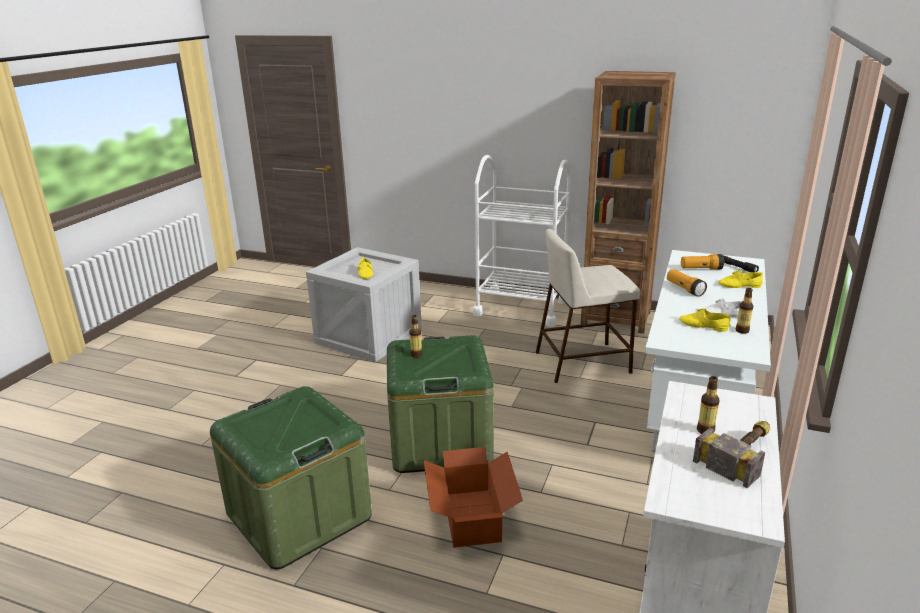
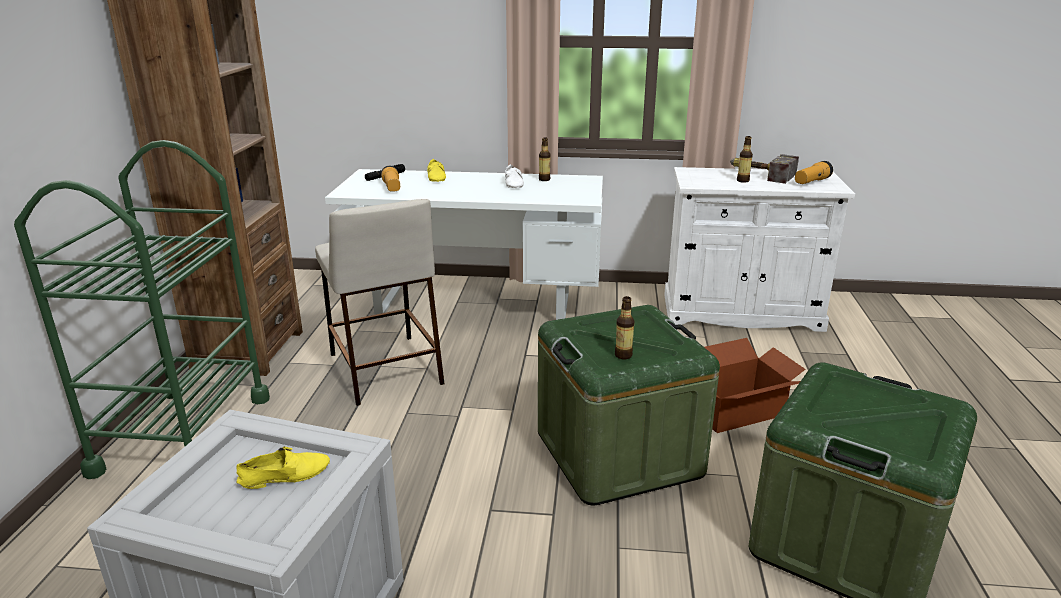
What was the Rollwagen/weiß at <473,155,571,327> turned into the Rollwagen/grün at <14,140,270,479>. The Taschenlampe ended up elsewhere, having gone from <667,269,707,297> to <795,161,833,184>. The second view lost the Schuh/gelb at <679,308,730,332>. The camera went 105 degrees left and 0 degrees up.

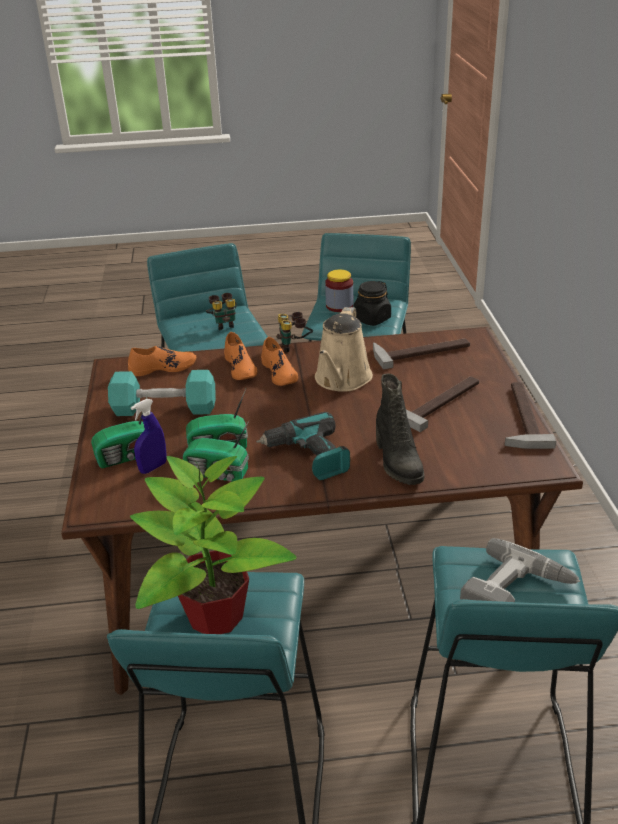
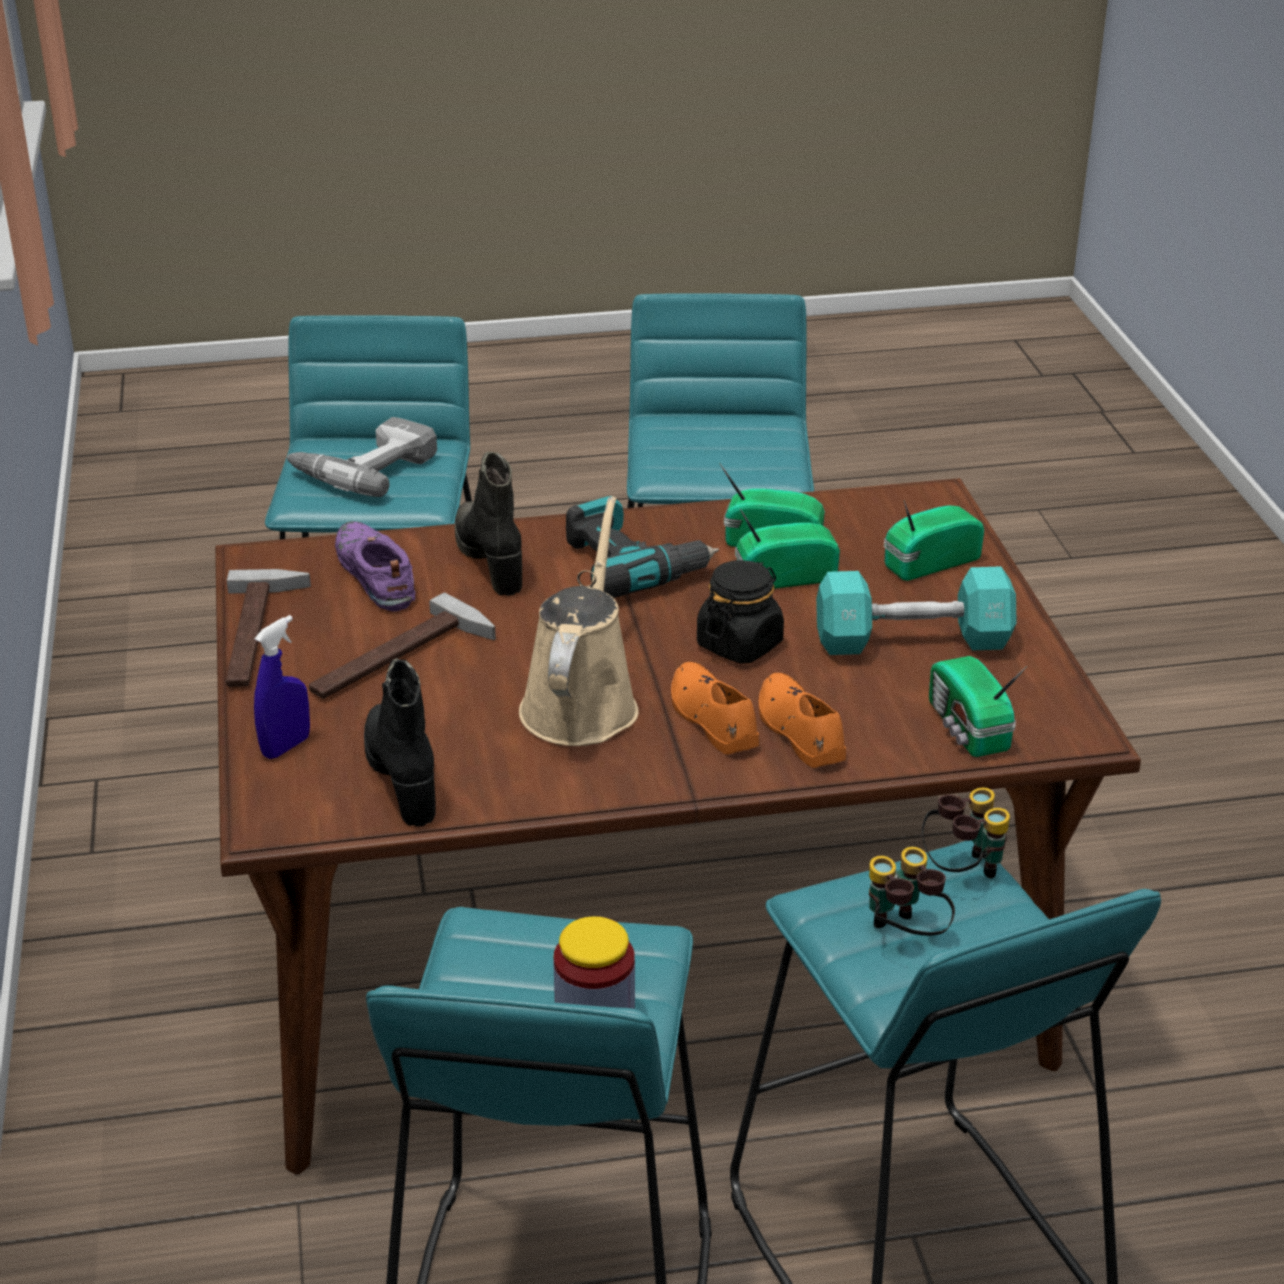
The Vorratsglas/schwarz ended up elsewhere, having gone from <353,281,391,326> to <697,560,784,664>. The Fernglas ended up elsewhere, having gone from <276,312,313,352> to <922,787,1010,879>. Where the Hammer stood at <373,338,470,370>, the Stiefel/schwarz came to stand at <364,658,436,827>. Where the Schuh/orange stood at <128,346,196,376>, the Radio came to stand at <929,656,1027,757>. The Sprühflasche/blau ended up elsewhere, having gone from <131,399,167,474> to <254,615,310,759>. The second view lost the Topfpflanze at <130,456,297,634>. The second view gained the Schuh/lila at <335,521,415,611>. The camera went 175 degrees right and 0 degrees up.

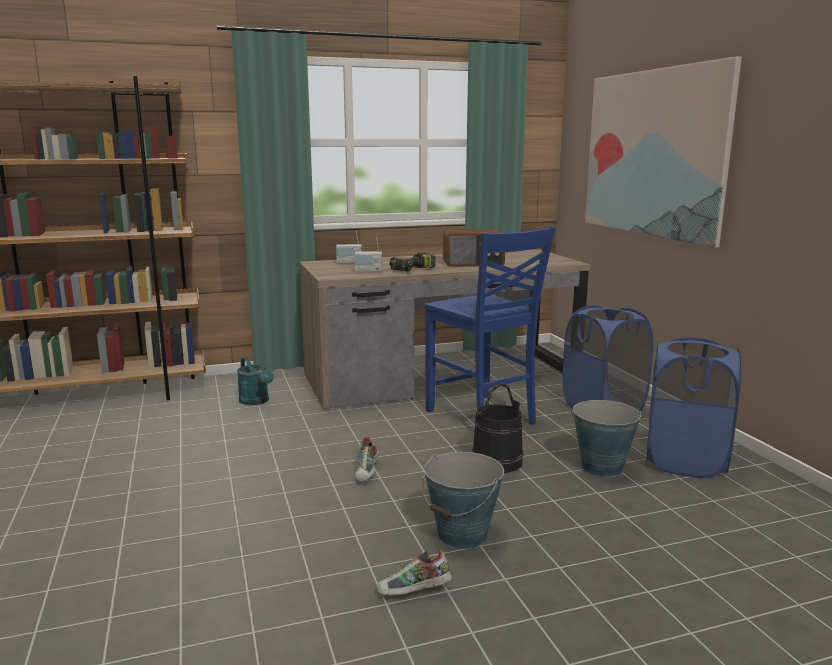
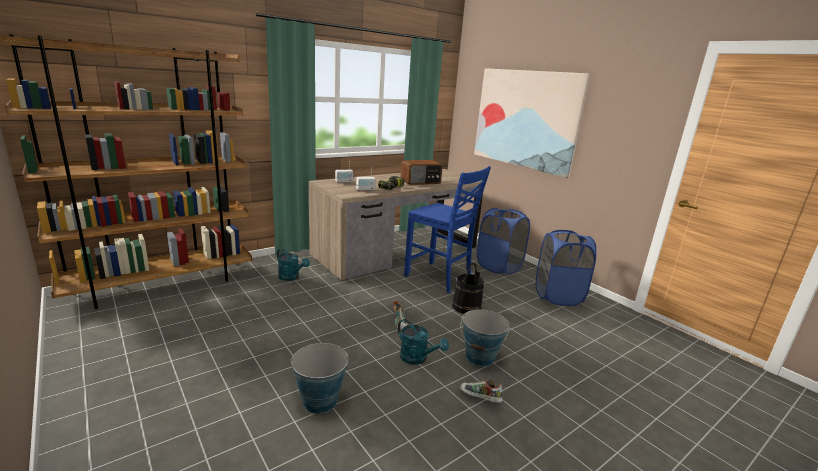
The Eimer ended up elsewhere, having gone from <571,400,641,478> to <291,343,349,414>. The Schuh at <377,550,452,596> ended up facing another way, 60 degrees clockwise from before. The second view gained the Gießkanne/türkis at <398,319,449,365>. The camera went 20 degrees left and 5 degrees up.

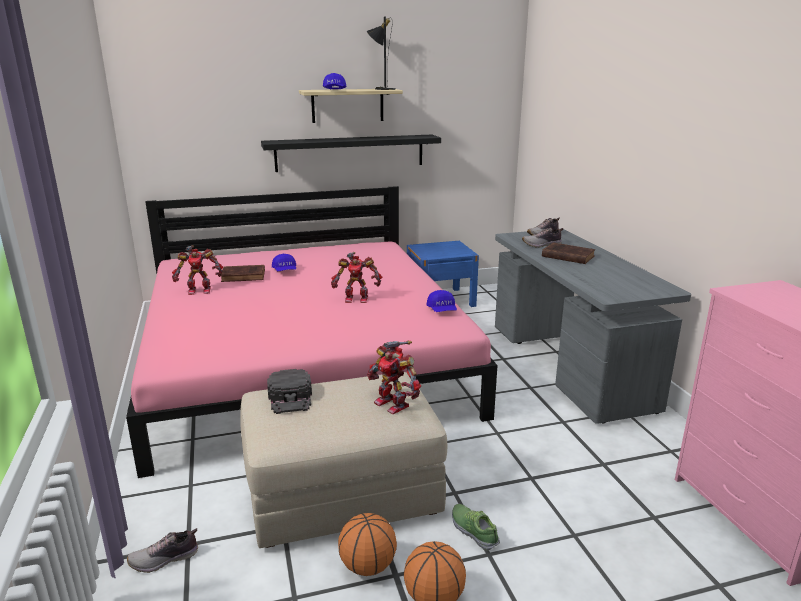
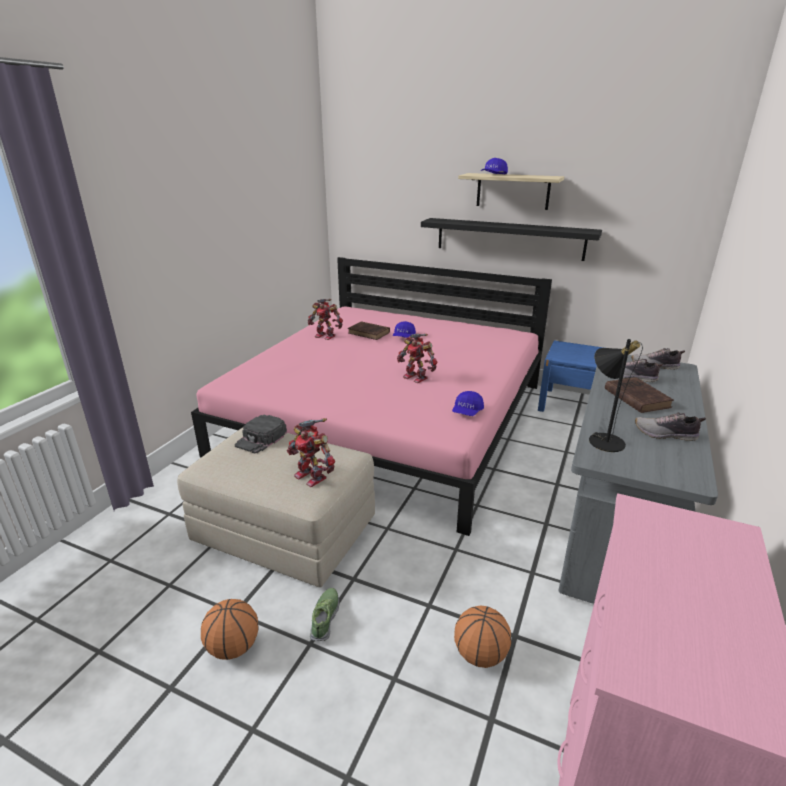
The Tischlampe/schwarz ended up elsewhere, having gone from <367,16,396,90> to <589,339,643,452>. The Spielzeugroboter at <367,341,421,414> ended up facing another way, 45 degrees counterclockwise from before. The Basketball ended up elsewhere, having gone from <338,513,397,576> to <454,605,511,668>. The Schuh ended up elsewhere, having gone from <127,528,198,573> to <635,412,706,441>. The camera went 40 degrees right and 5 degrees up.

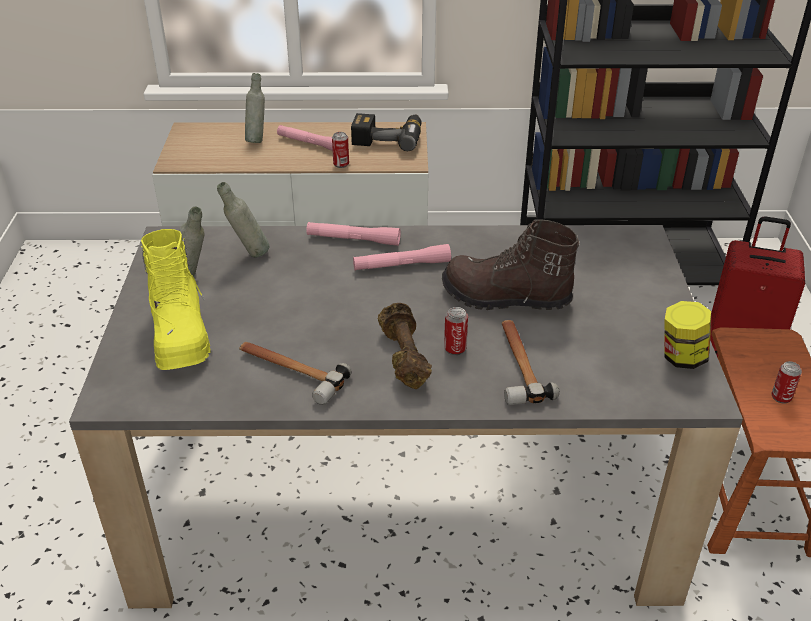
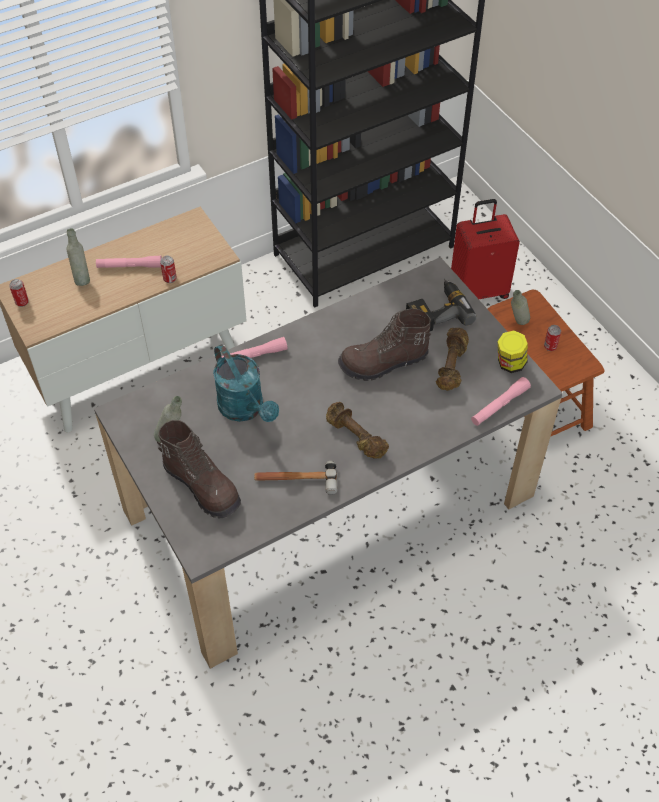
The Bohrmaschine ended up elsewhere, having gone from <351,113,421,151> to <406,279,477,331>. The Flasche/grau ended up elsewhere, having gone from <217,182,270,257> to <511,290,530,325>. What was the Stiefel/gelb at <141,229,211,370> turned into the Stiefel/braun at <157,420,241,519>. The Taschenlampe/rosa ended up elsewhere, having gone from <353,244,451,270> to <471,377,531,426>. The Dose ended up elsewhere, having gone from <444,307,468,355> to <9,279,29,307>. The second view lost the Hammer at <502,320,560,405>. The second view gained the Hantel/braun at <436,328,469,391>. The second view gained the Gießkanne/türkis at <213,344,279,422>. The camera went 30 degrees left and 15 degrees up.

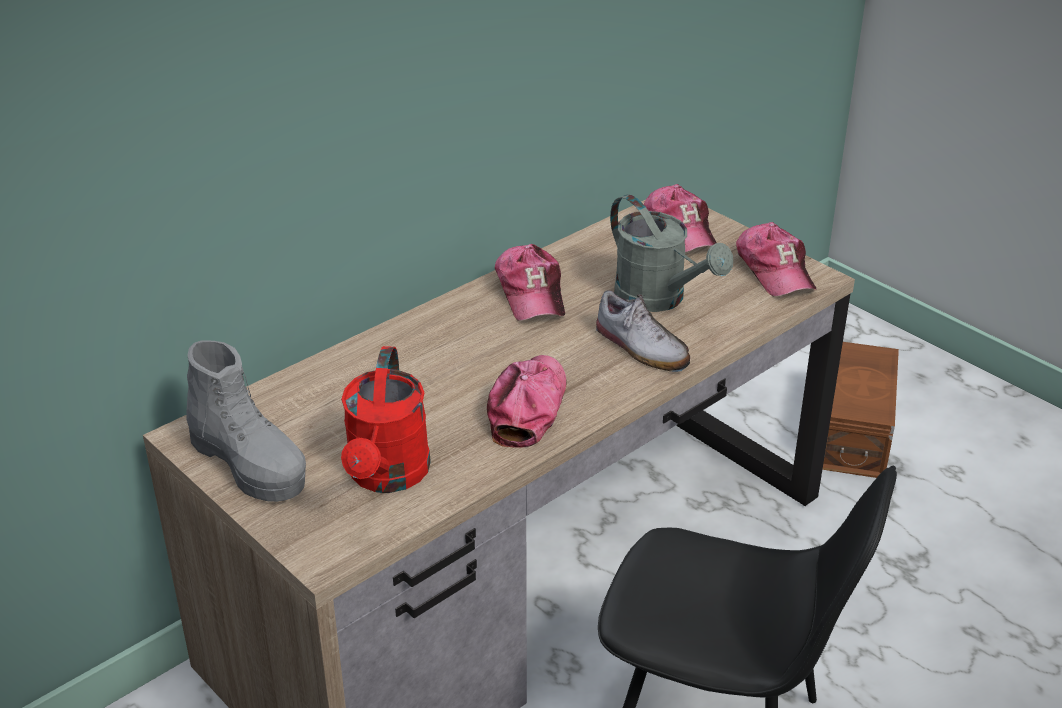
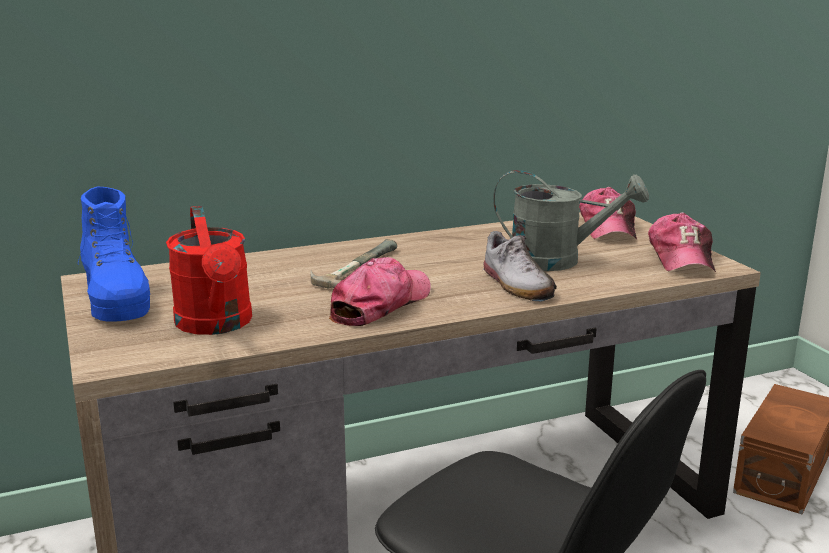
The Gießkanne/grau at <610,195,733,312> ended up facing another way, 60 degrees counterclockwise from before. The second view lost the Kappe at <495,244,565,321>. What was the Stiefel/grau at <186,341,306,502> turned into the Stiefel/blau at <78,187,150,322>. The Gießkanne/rot at <341,346,431,493> ended up facing another way, 45 degrees counterclockwise from before. The second view gained the Hammer at <310,239,397,288>. The camera went 20 degrees right and 15 degrees down.

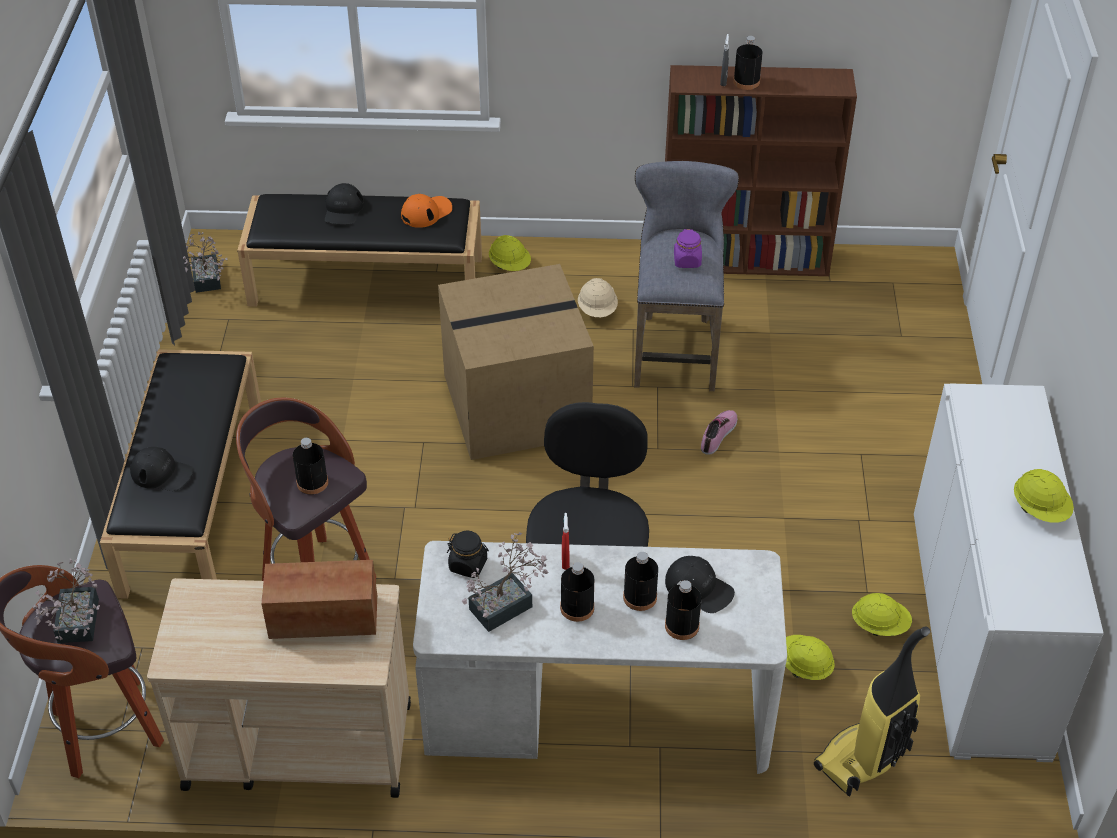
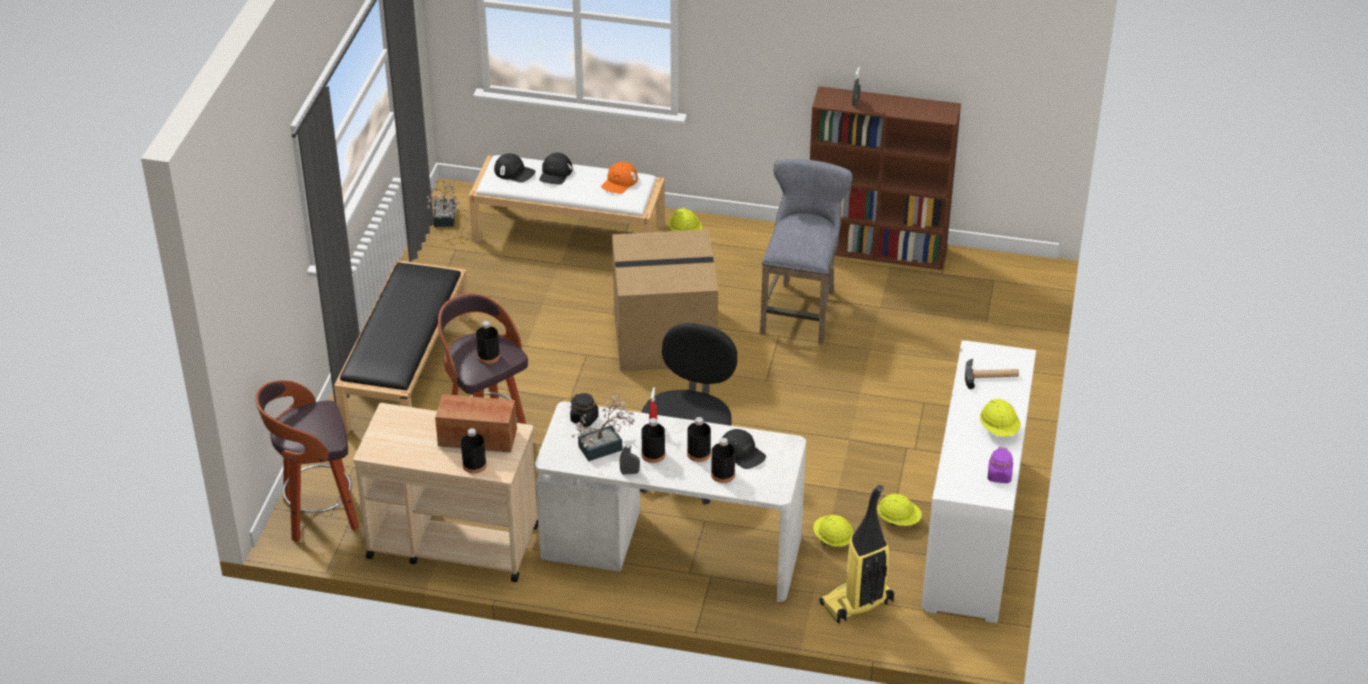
The Flasche/schwarz ended up elsewhere, having gone from <733,36,763,90> to <461,428,487,473>. What was the Bank/schwarz at <237,194,482,307> turned into the Bank/weiß at <469,155,665,242>. The Kappe/orange at <401,194,452,228> ended up facing another way, 150 degrees clockwise from before. The Vorratsglas/lila ended up elsewhere, having gone from <674,229,702,268> to <987,447,1013,483>. The second view lost the Schutzhelm/beige at <578,278,618,317>. The second view lost the Schuh at <701,410,737,455>. The Kappe/schwarz ended up elsewhere, having gone from <130,447,193,491> to <494,153,535,183>. The second view lost the Topfpflanze at <33,559,100,643>. The second view gained the Hammer at <965,359,1019,389>. The second view gained the Sprühflasche/grau at <619,439,640,474>. The camera went 10 degrees right and 5 degrees down.

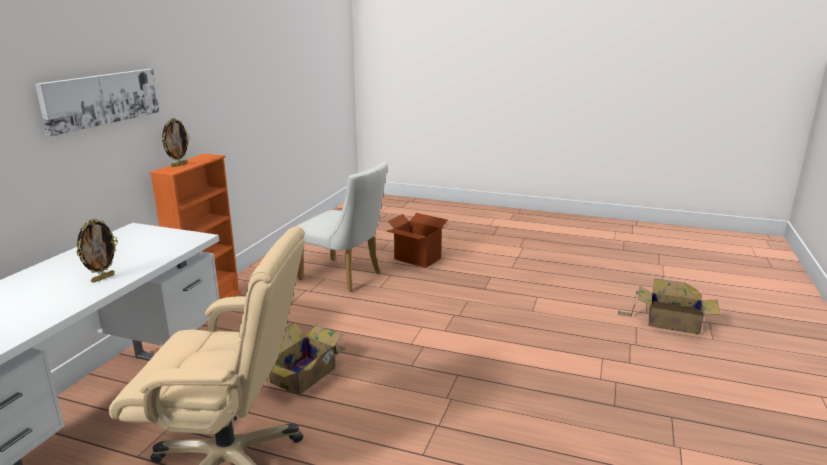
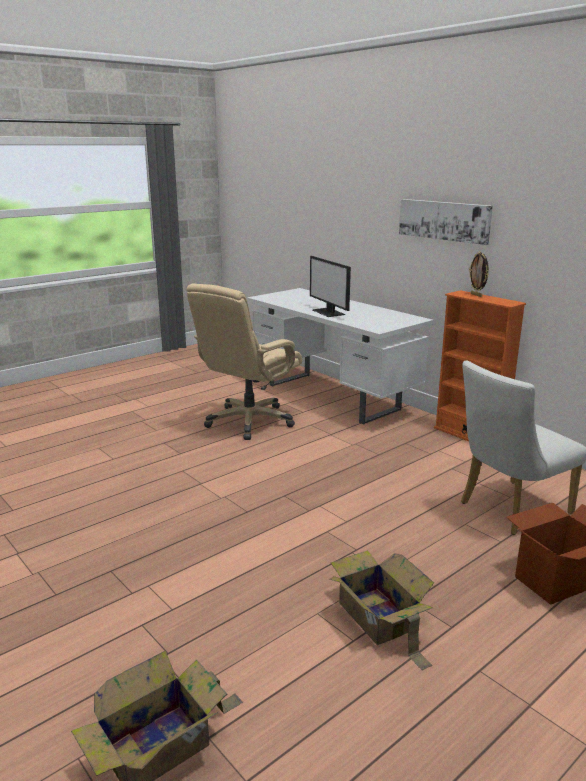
Where the Bilderrahmen stood at <76,218,118,283>, the Monitor came to stand at <310,256,351,317>. The Karton ended up elsewhere, having gone from <269,322,346,395> to <329,550,434,670>. The camera went 120 degrees right and 0 degrees up.

